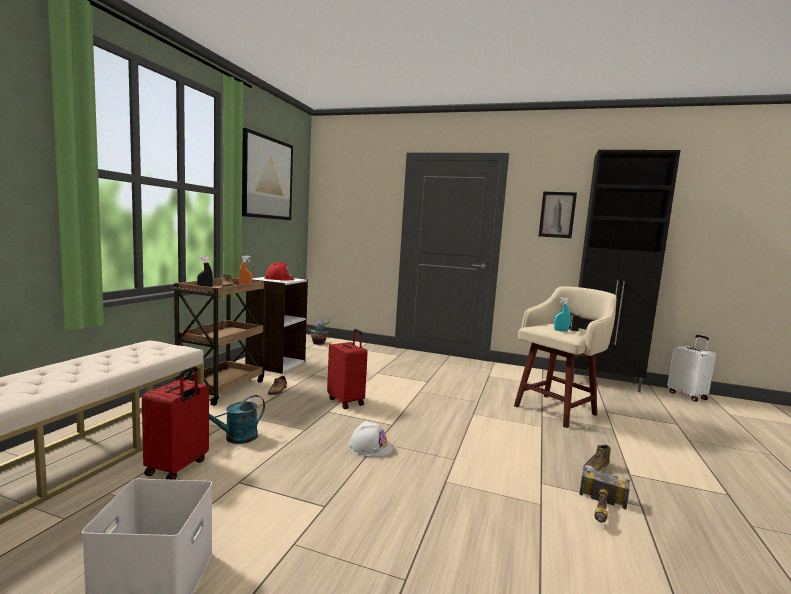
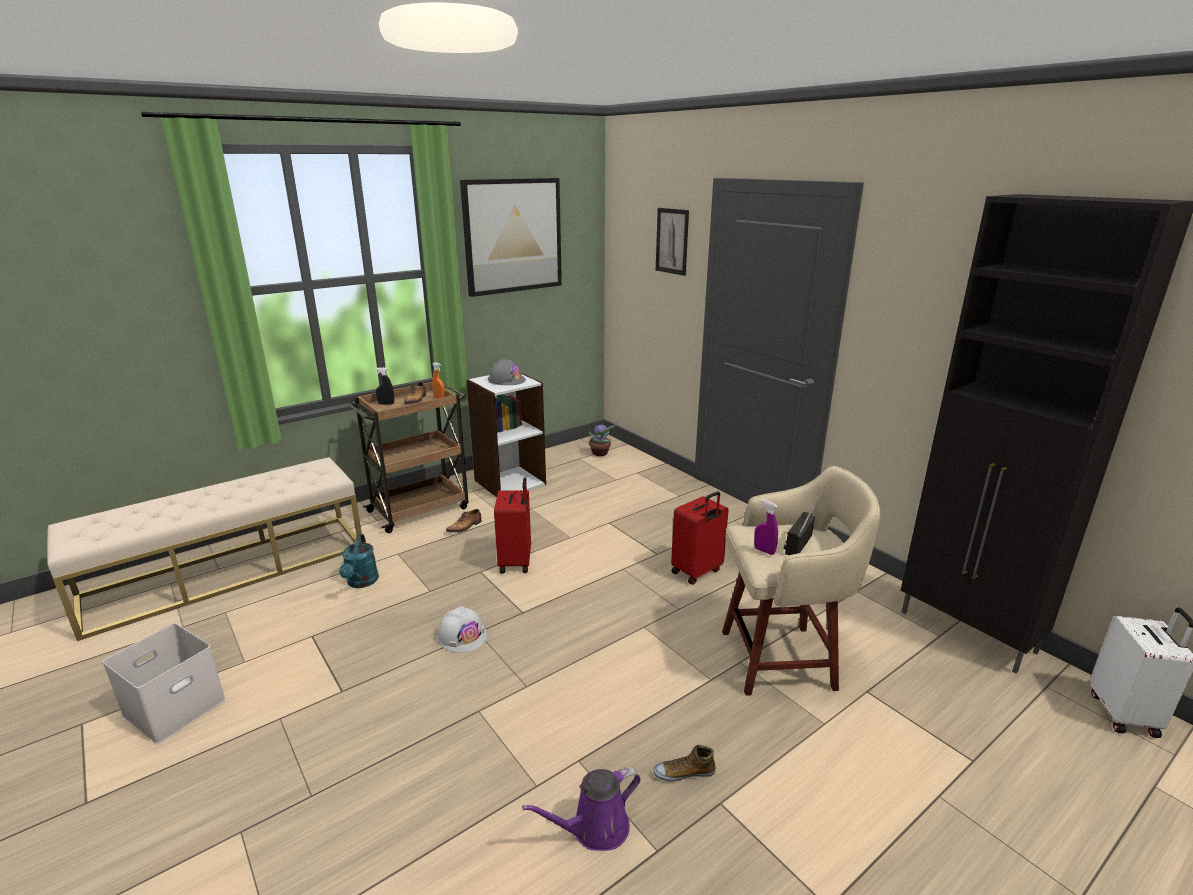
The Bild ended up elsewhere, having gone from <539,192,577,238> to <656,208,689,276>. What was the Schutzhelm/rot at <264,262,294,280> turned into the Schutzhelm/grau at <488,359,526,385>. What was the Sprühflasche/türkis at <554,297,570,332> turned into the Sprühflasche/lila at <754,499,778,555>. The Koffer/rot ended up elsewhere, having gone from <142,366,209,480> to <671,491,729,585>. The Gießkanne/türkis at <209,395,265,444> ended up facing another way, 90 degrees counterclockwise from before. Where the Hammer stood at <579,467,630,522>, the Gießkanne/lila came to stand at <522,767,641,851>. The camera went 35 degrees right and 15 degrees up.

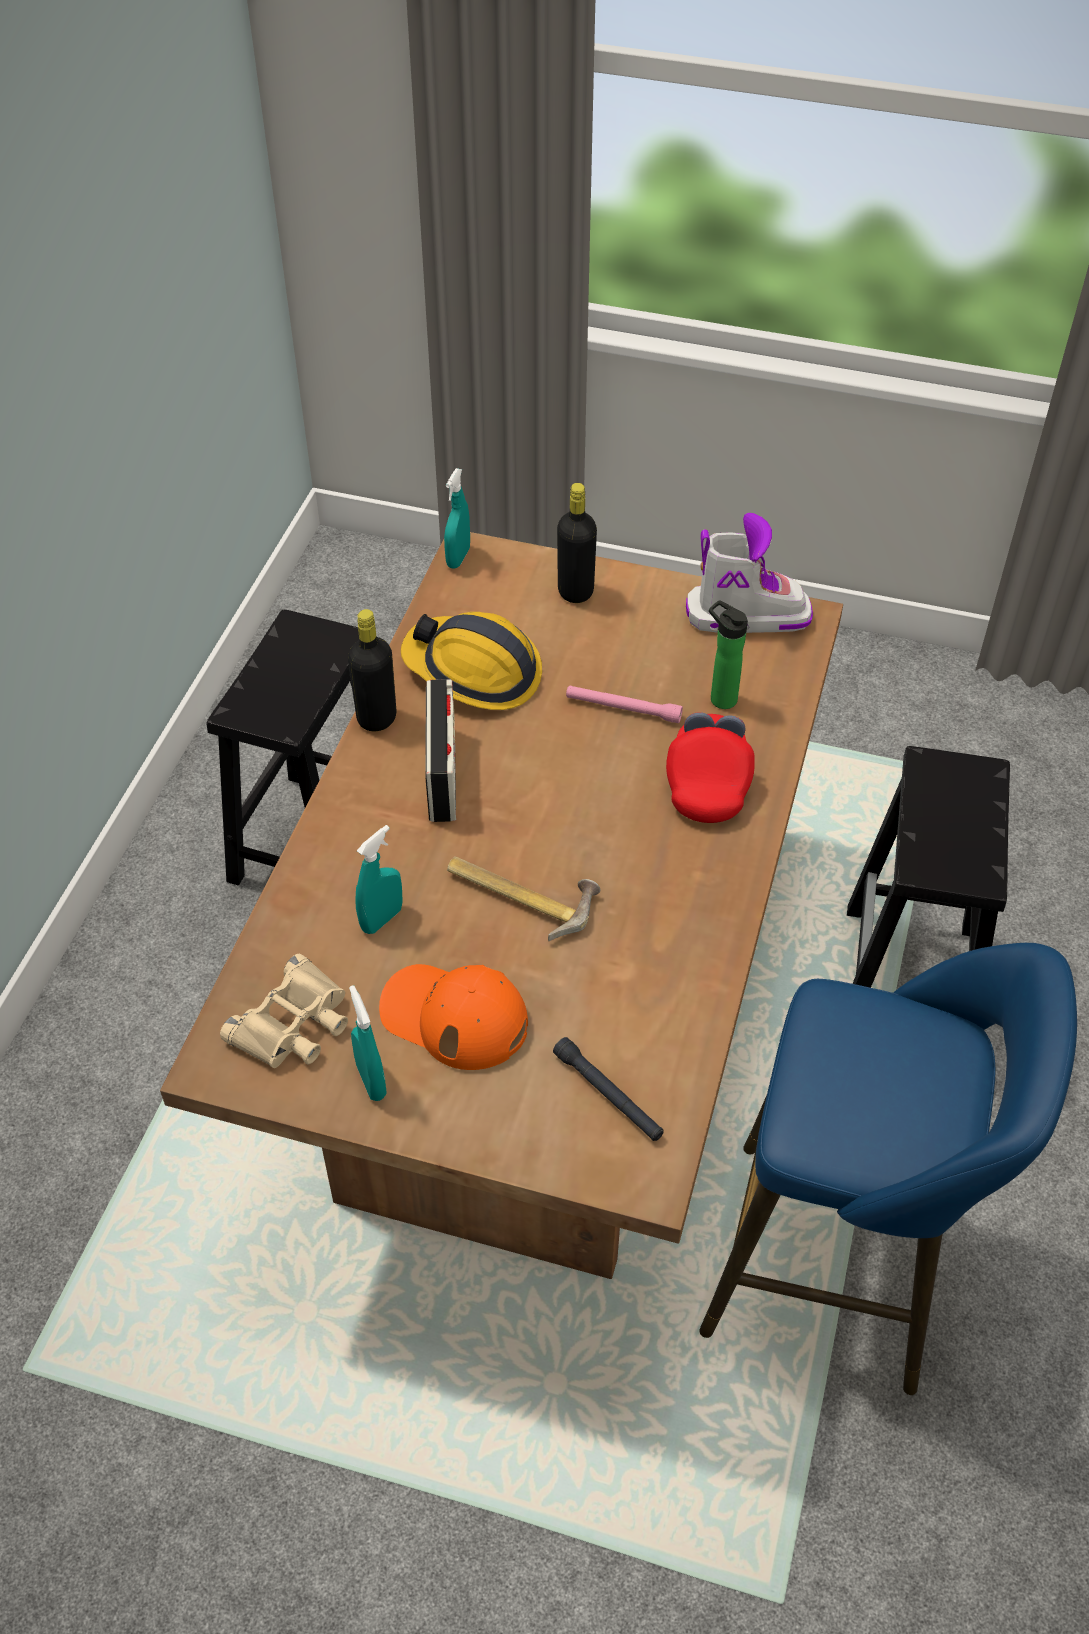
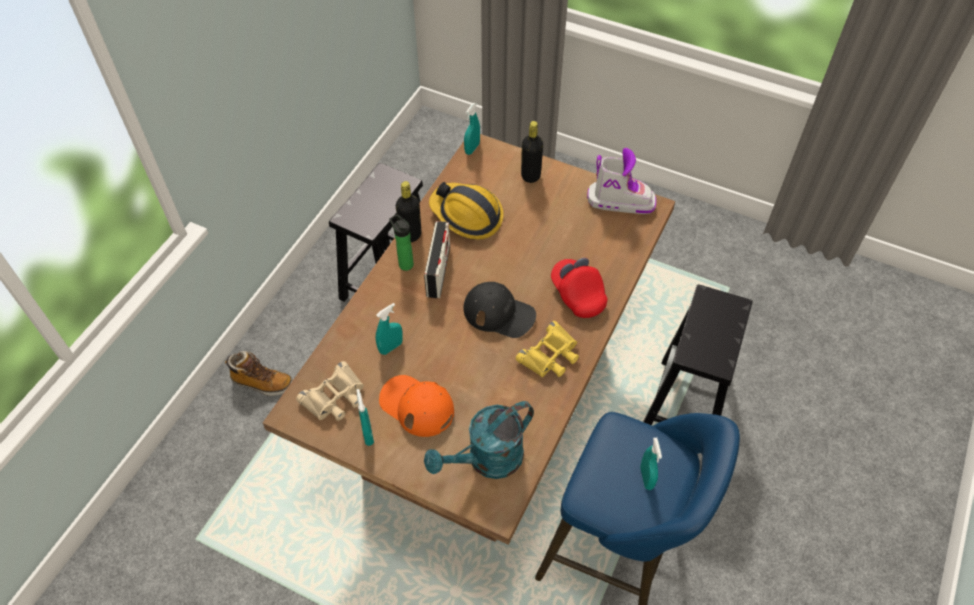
The Flasche ended up elsewhere, having gone from <709,600,748,709> to <389,214,414,271>. The second view lost the Taschenlampe/rosa at <566,686,683,723>. The Kappe/rot at <666,712,755,823> ended up facing another way, 45 degrees counterclockwise from before. The second view lost the Hammer at <447,857,601,941>. Where the Taschenlampe/schwarz stood at <553,1037,663,1141>, the Gießkanne/türkis came to stand at <424,401,534,479>. The second view gained the Kappe/schwarz at <463,282,536,338>. The second view gained the Fernglas/gelb at <516,321,579,377>. The second view gained the Stiefel at <225,351,293,396>. The second view gained the Sprühflasche/türkis at <640,438,662,490>. The camera went 10 degrees right and 5 degrees up.

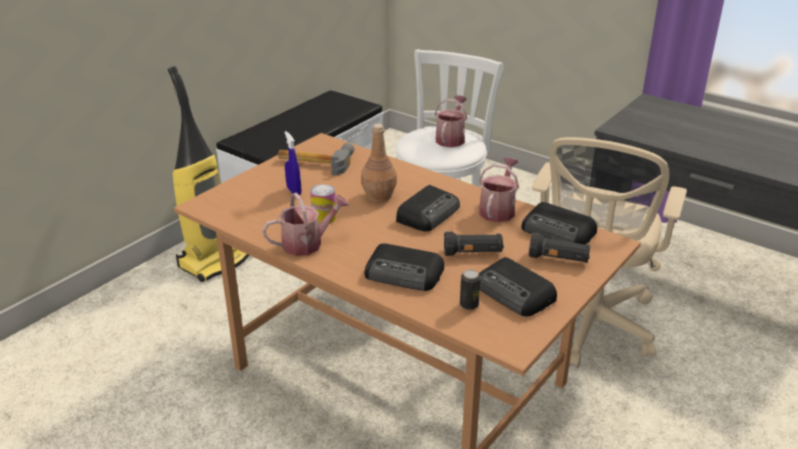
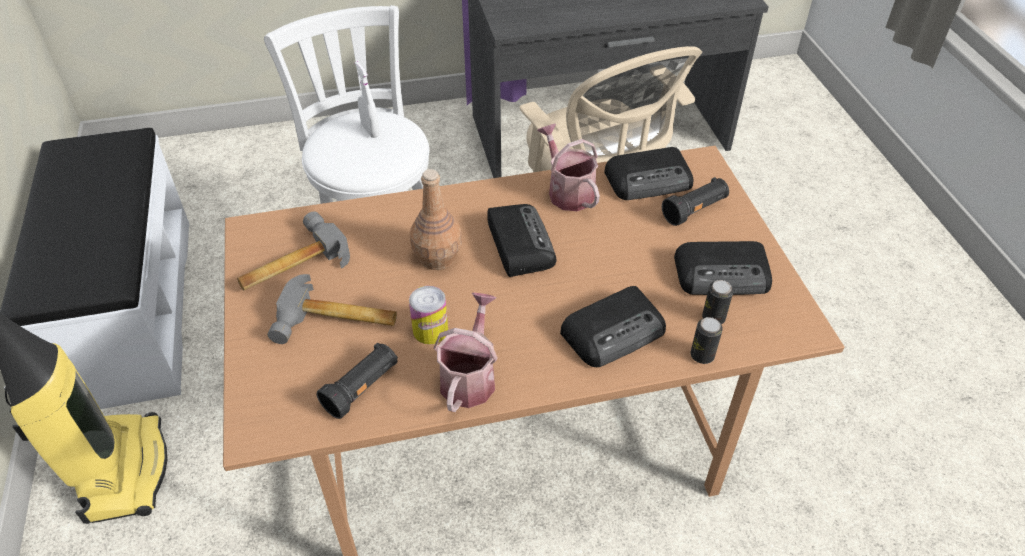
Where the Gießkanne stood at <435,95,468,147>, the Sprühflasche/weiß came to stand at <355,61,380,138>. Where the Sprühflasche/blau stood at <285,131,301,196>, the Hammer came to stand at <267,274,397,344>. The Taschenlampe/schwarz ended up elsewhere, having gone from <444,231,504,256> to <317,343,398,419>. The second view gained the Dose at <690,317,723,364>. The camera went 50 degrees left and 15 degrees up.

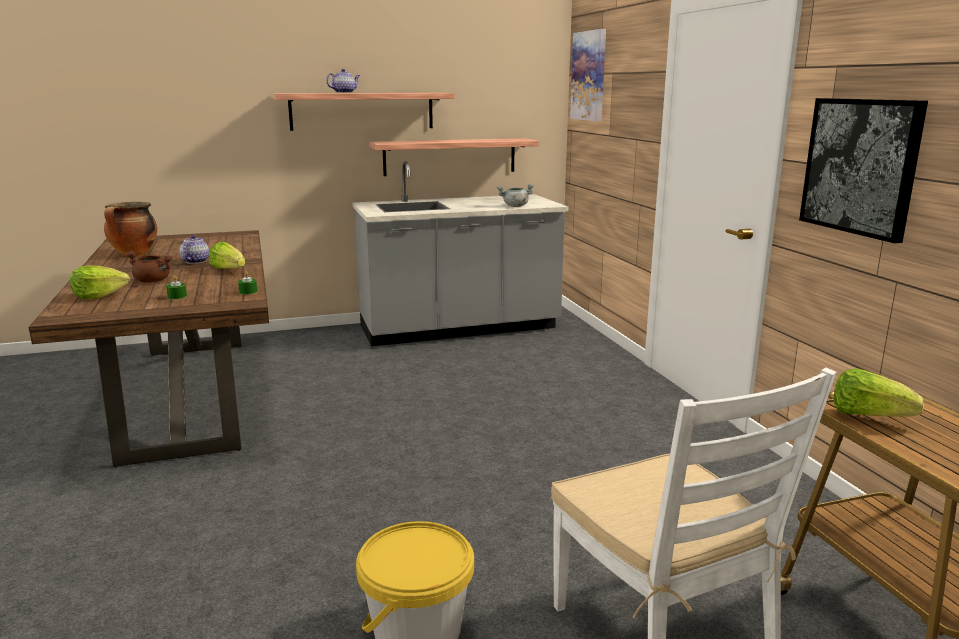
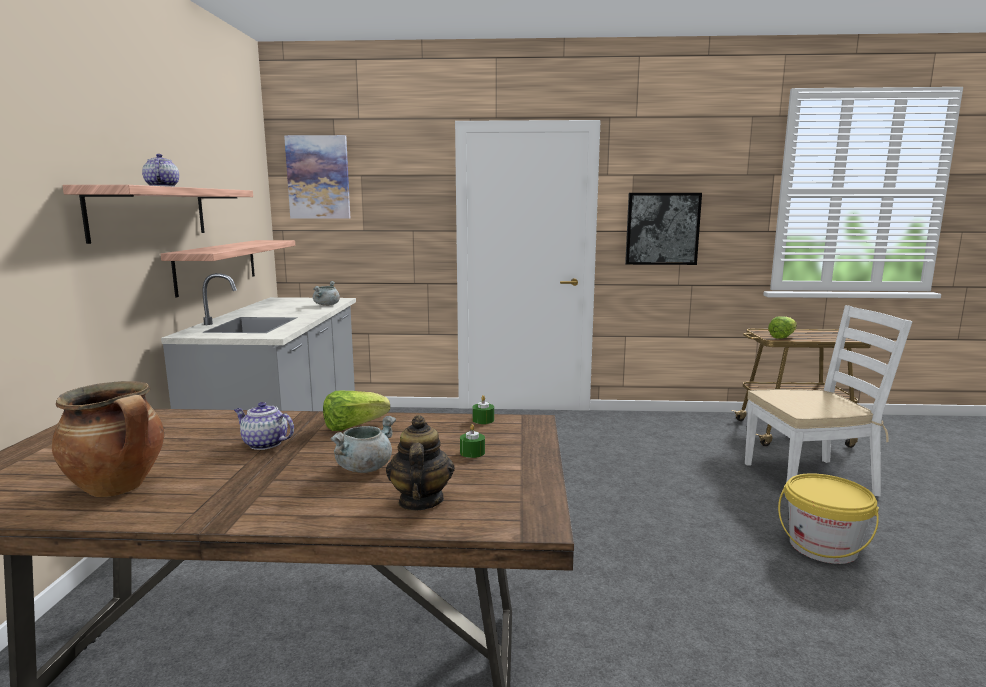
What was the Kochtopf/braun at <125,251,173,283> turned into the Kochtopf/grau at <330,416,396,473>. Where the Salatkopf stood at <70,266,130,299>, the Teekanne came to stand at <386,415,455,511>. The camera went 70 degrees left and 5 degrees down.

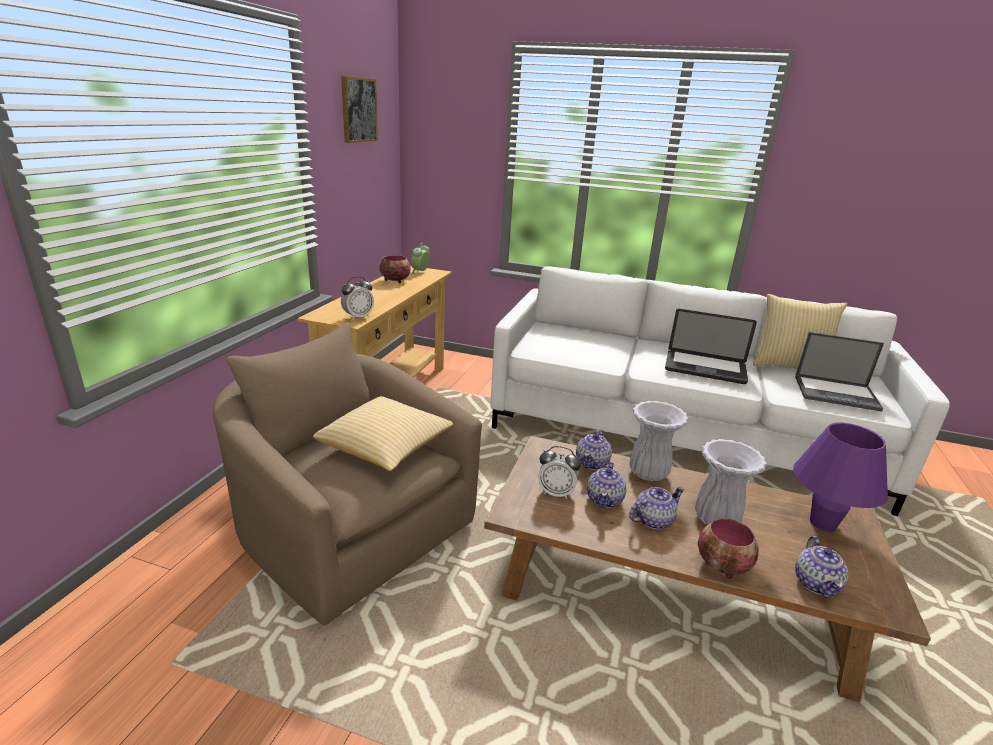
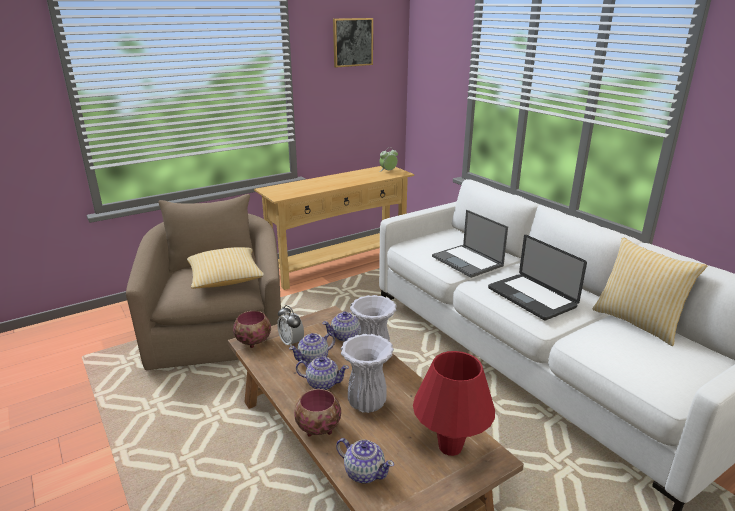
The Schüssel ended up elsewhere, having gone from <380,255,411,283> to <233,311,271,348>. The second view lost the Wecker at <341,276,374,320>. The Laptop ended up elsewhere, having gone from <795,332,884,412> to <432,210,508,278>. What was the Tischlampe/lila at <793,423,888,532> turned into the Tischlampe/rot at <413,351,495,456>. The Teekanne at <795,536,849,598> ended up facing another way, 105 degrees counterclockwise from before. The camera went 40 degrees right and 0 degrees up.

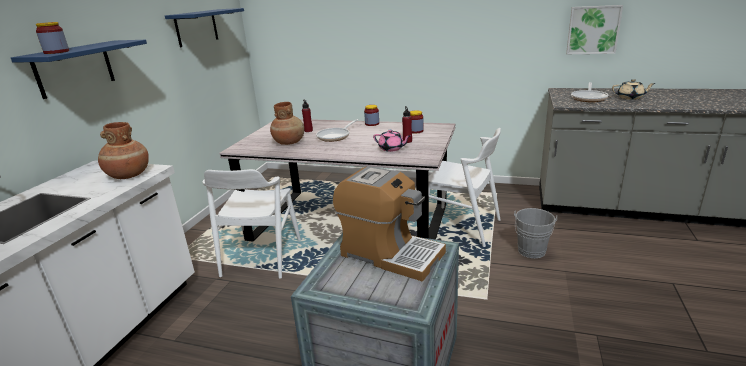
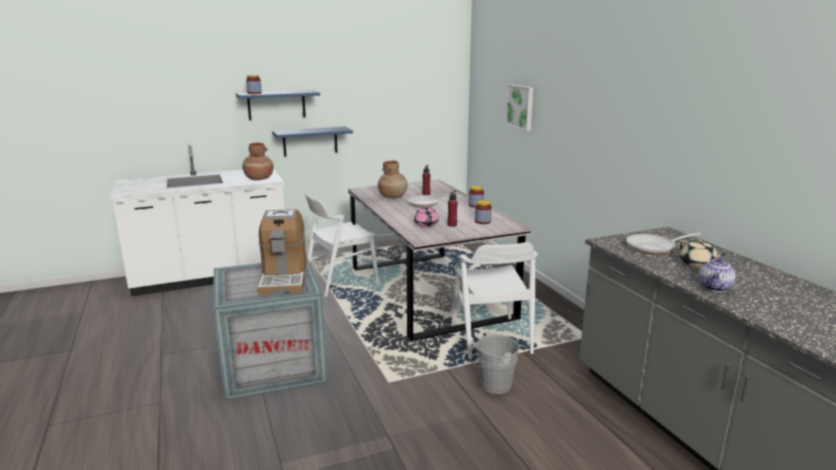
The Bild ended up elsewhere, having gone from <566,5,623,54> to <505,84,533,131>. The Wandregal/blau ended up elsewhere, having gone from <165,8,244,47> to <272,127,353,157>. The second view gained the Teekanne at <699,257,736,292>. The camera went 50 degrees right and 5 degrees down.

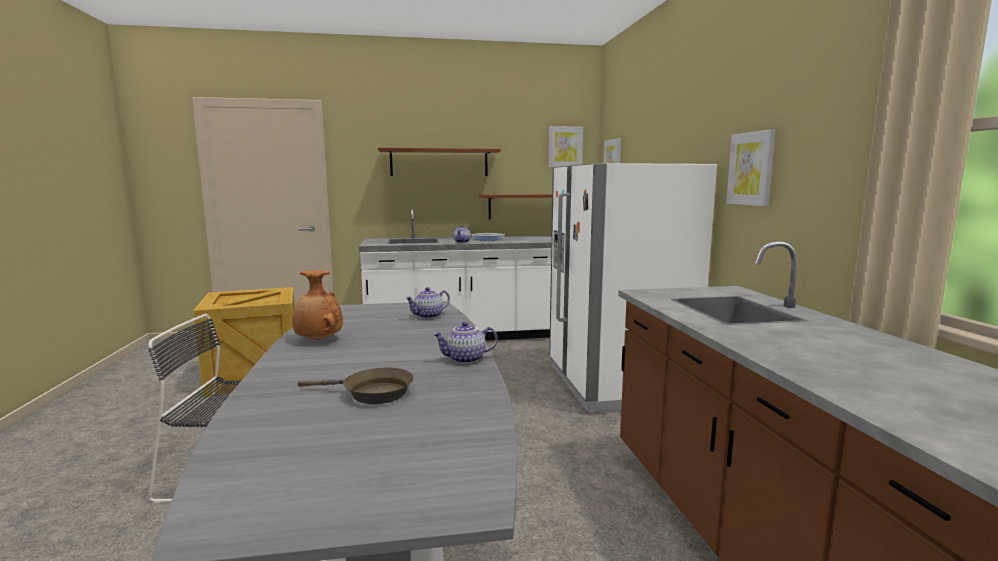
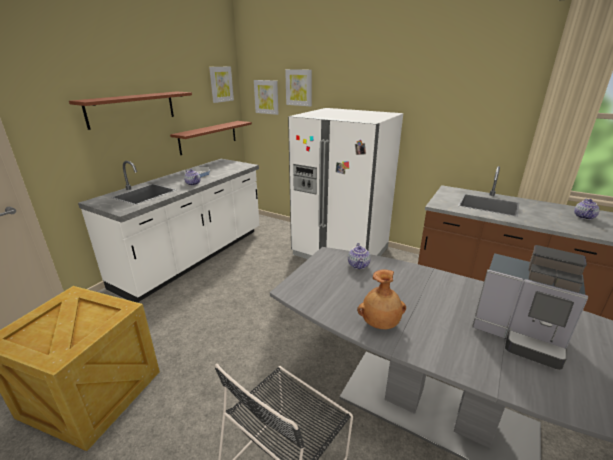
The Bild ended up elsewhere, having gone from <726,129,776,206> to <285,69,312,106>. The Teekanne ended up elsewhere, having gone from <432,322,498,364> to <574,199,600,220>. Where the Pfanne/braun stood at <298,368,414,404>, the Kaffeemaschine came to stand at <472,245,588,370>. The camera went 50 degrees left and 15 degrees up.

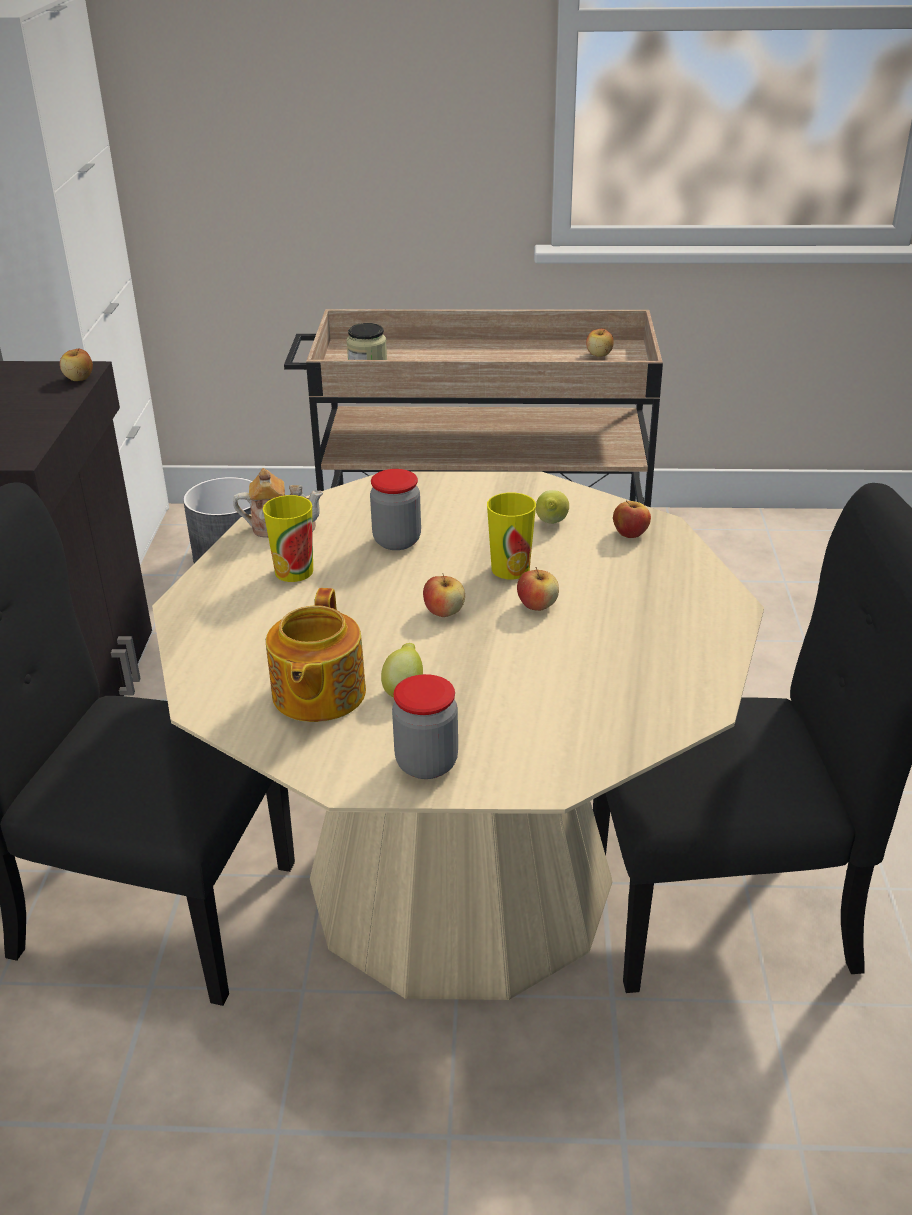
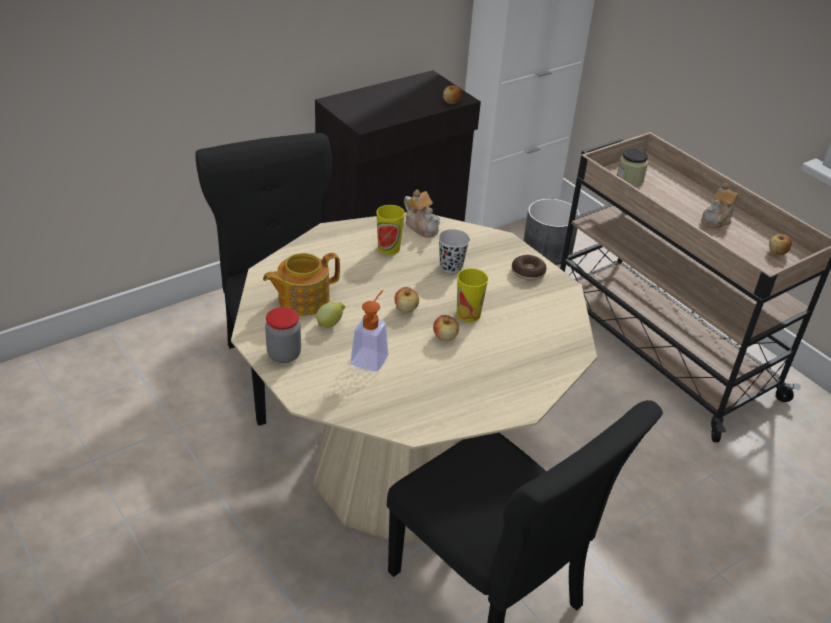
Where the Vorratsglas stood at <370,469,421,550>, the Tasse/schwarz came to stand at <438,229,470,273>. The second view lost the Zitrone at <536,490,569,524>. The second view lost the Apfel at <613,501,651,538>. The second view gained the Teekanne at <701,183,738,228>. The second view gained the Donut at <512,255,547,281>. The second view gained the Seifenspender at <351,290,388,372>. The camera went 50 degrees right and 5 degrees up.

